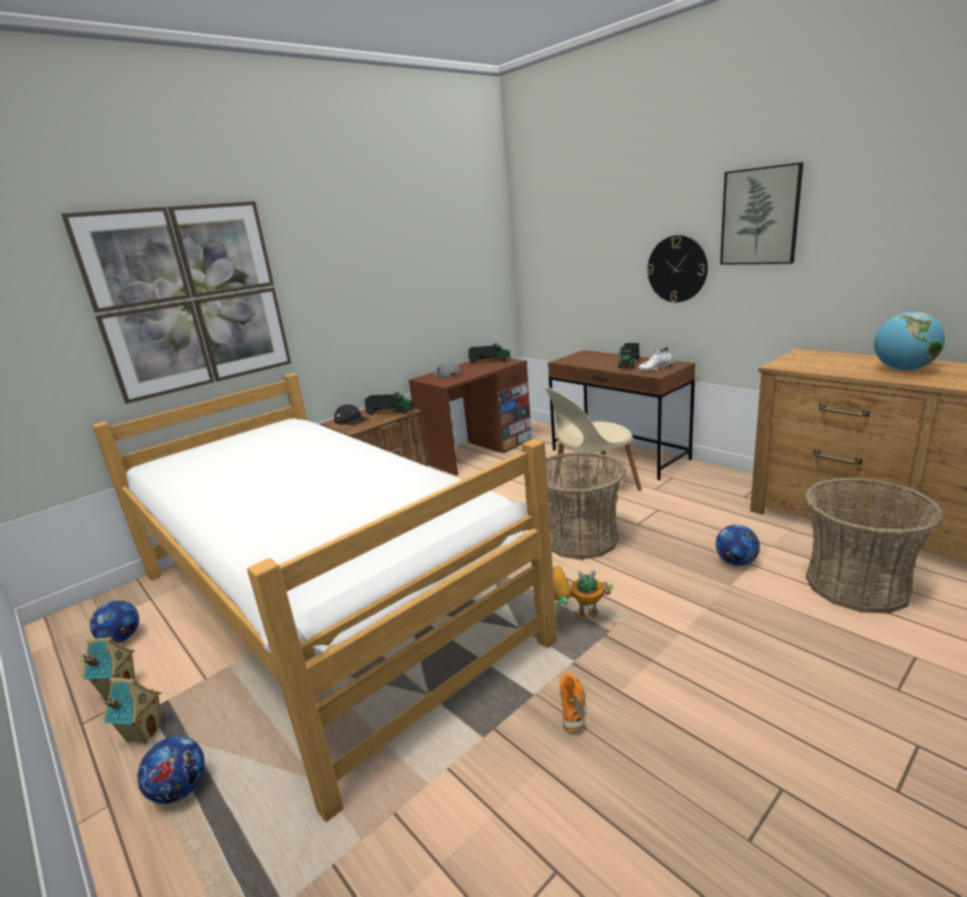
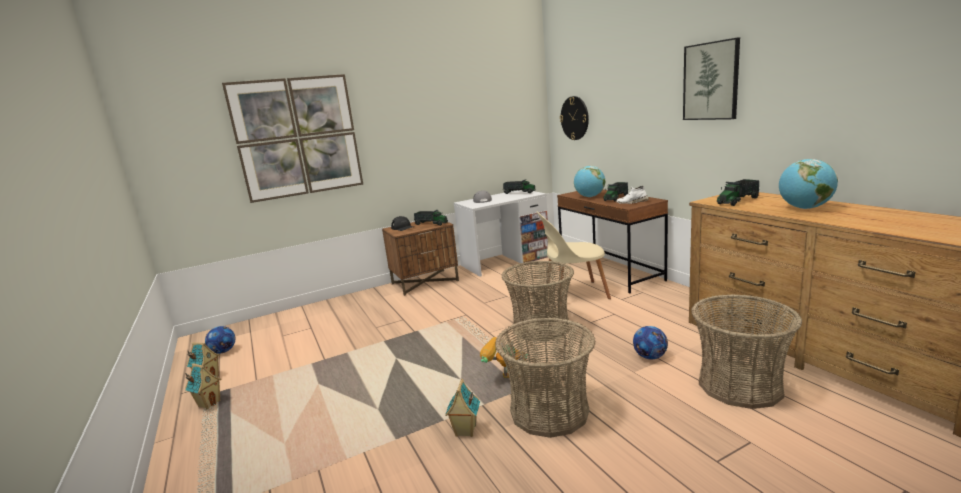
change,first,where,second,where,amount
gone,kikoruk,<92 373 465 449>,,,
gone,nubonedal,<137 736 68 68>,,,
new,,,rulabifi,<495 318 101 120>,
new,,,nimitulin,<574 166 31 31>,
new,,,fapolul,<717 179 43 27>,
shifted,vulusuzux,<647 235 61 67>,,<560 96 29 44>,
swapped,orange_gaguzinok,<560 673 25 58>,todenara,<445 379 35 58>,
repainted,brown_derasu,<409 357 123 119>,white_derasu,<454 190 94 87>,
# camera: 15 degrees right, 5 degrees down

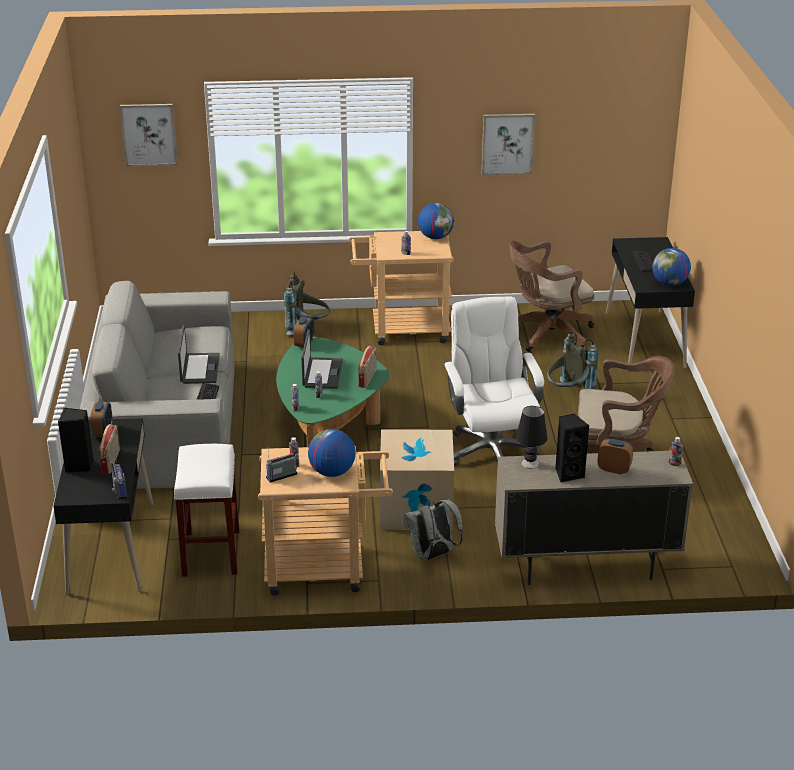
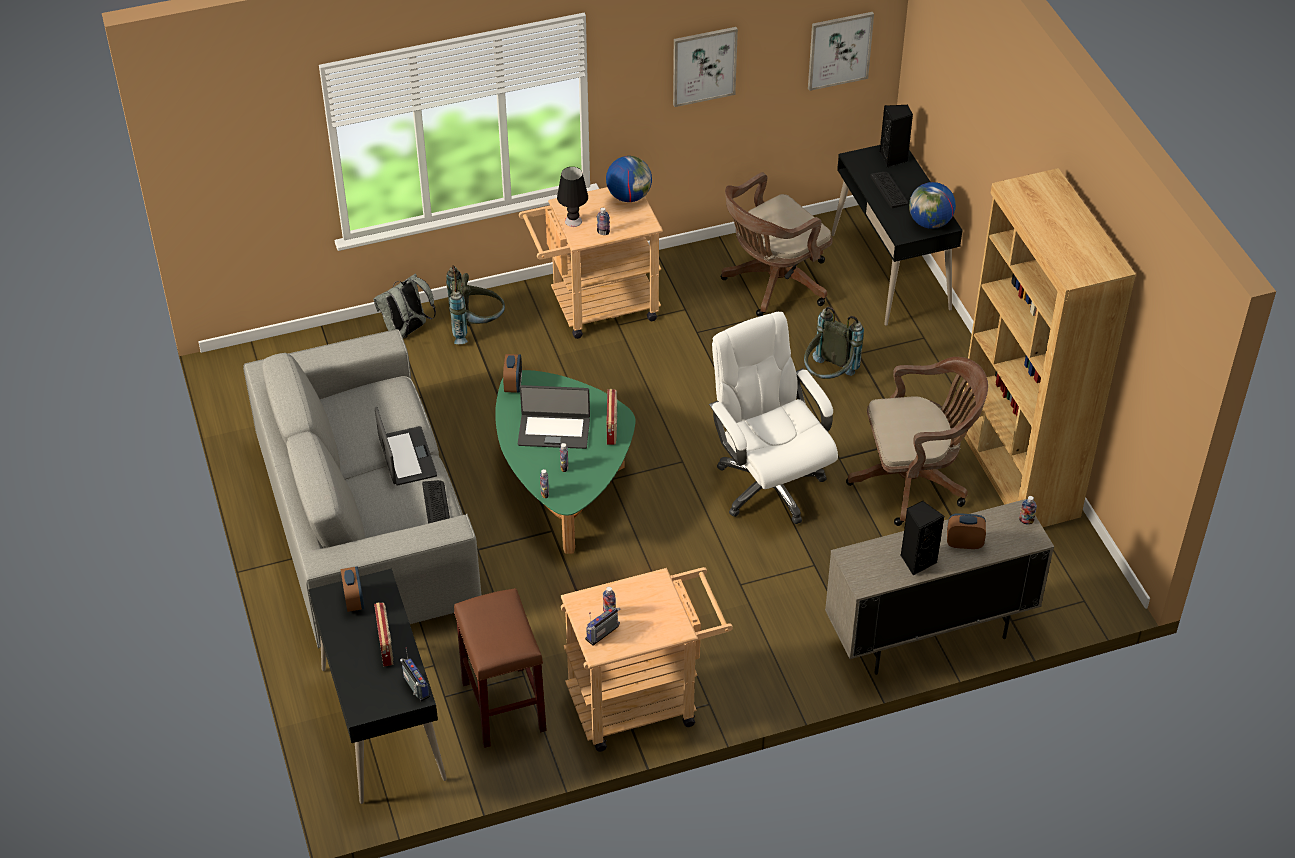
change,first,where,second,where,amount
gone,nimitulin,<308 429 48 48>,,,
gone,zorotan,<380 429 74 101>,,,
new,,,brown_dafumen,<959 168 177 359>,
shifted,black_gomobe,<58 407 36 66>,,<880 105 33 62>,
shifted,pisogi,<120 104 58 63>,,<808 12 66 79>,
shifted,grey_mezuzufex,<404 499 59 62>,,<374 274 62 64>,
shifted,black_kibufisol,<516 406 32 63>,,<557 167 31 60>,
repainted,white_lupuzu,<174 444 66 133>,brown_lupuzu,<454 588 93 160>,
rotated,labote,<301 329 42 60>,,<518 385 72 64>,105 degrees clockwise
# camera: 15 degrees left, 15 degrees up

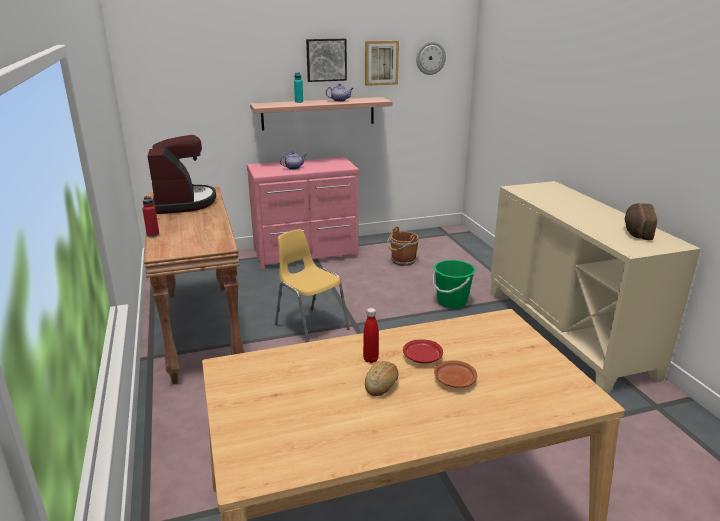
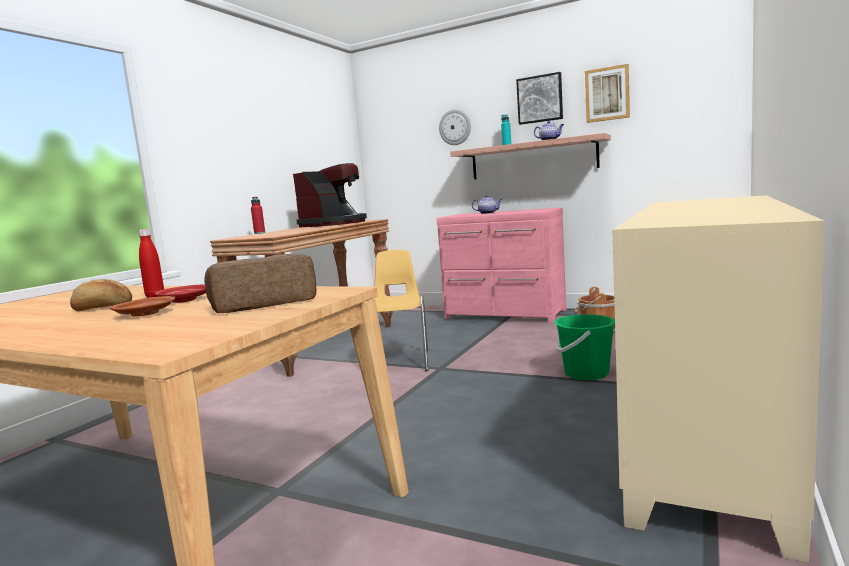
change,first,where,second,where,amount
shifted,vulusuzux,<416 41 30 34>,,<439 109 32 36>,
shifted,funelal,<625 203 33 37>,,<204 254 112 59>,
# camera: 45 degrees right, 15 degrees down

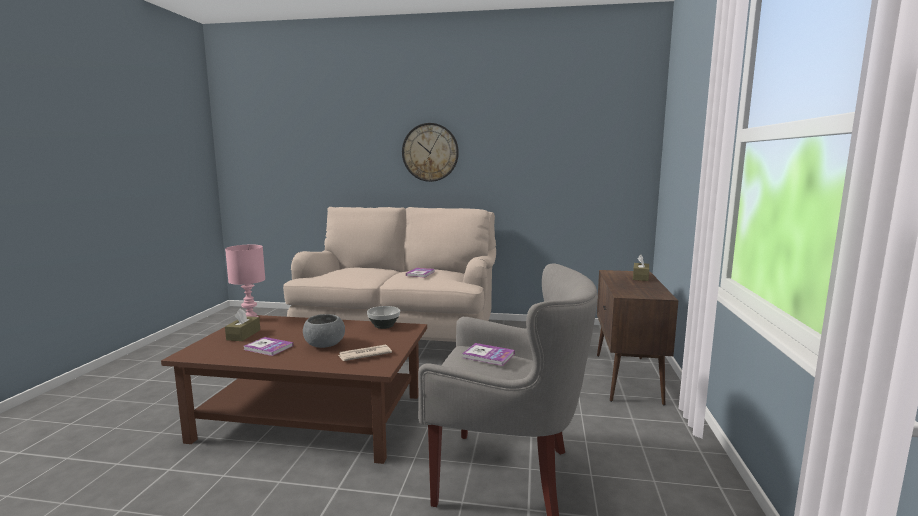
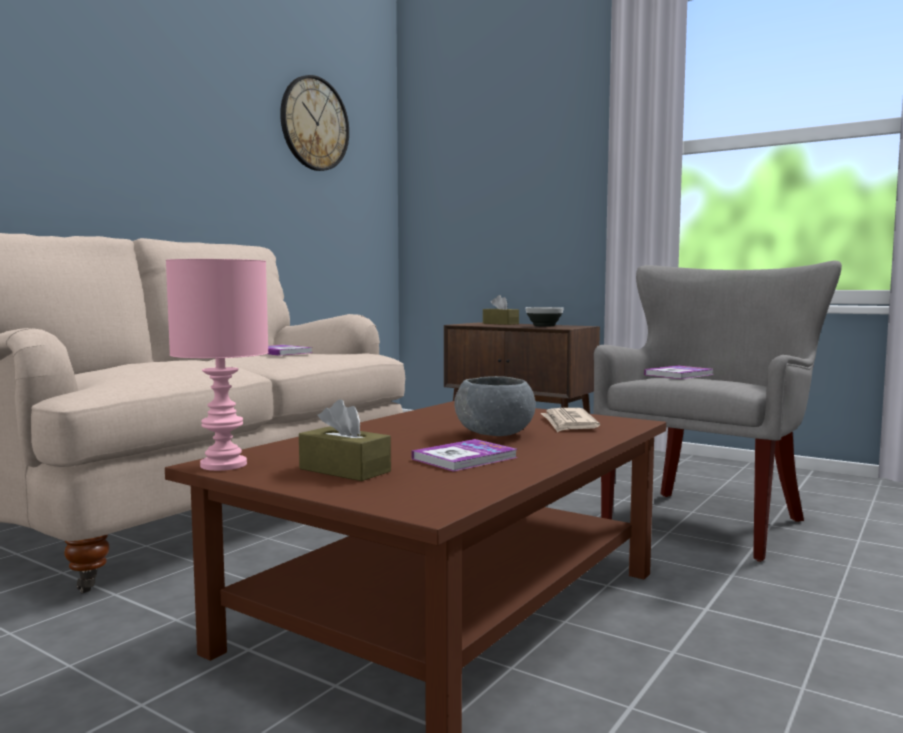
change,first,where,second,where,amount
shifted,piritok,<367 306 33 23>,,<526 307 37 19>,
shifted,vulusuzux,<402 123 57 59>,,<280 75 69 96>,
# camera: 65 degrees left, 5 degrees down

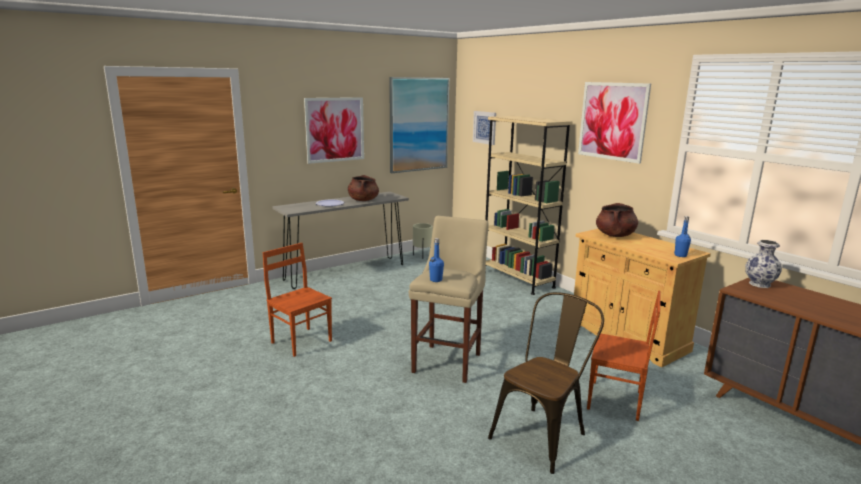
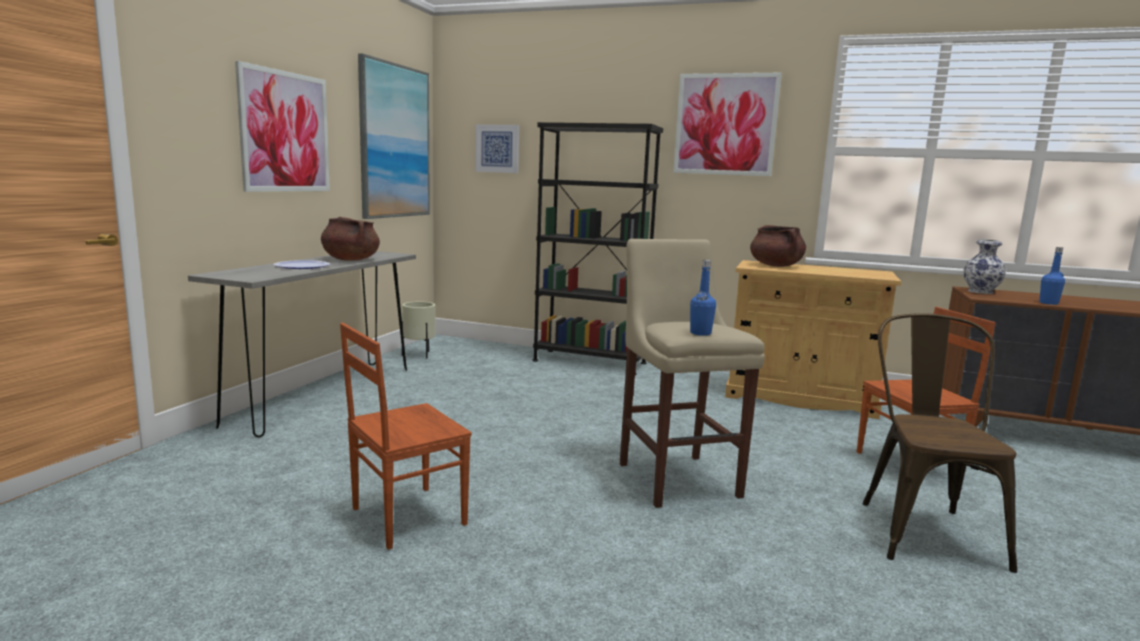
change,first,where,second,where,amount
shifted,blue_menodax,<674 216 17 41>,,<1039 247 26 58>,
repainted,beige_dafumen,<485 116 88 179>,black_dafumen,<532 122 131 253>,
rotated,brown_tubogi,<263 243 69 114>,,<340 323 132 227>,45 degrees counterclockwise
# camera: 35 degrees left, 5 degrees down

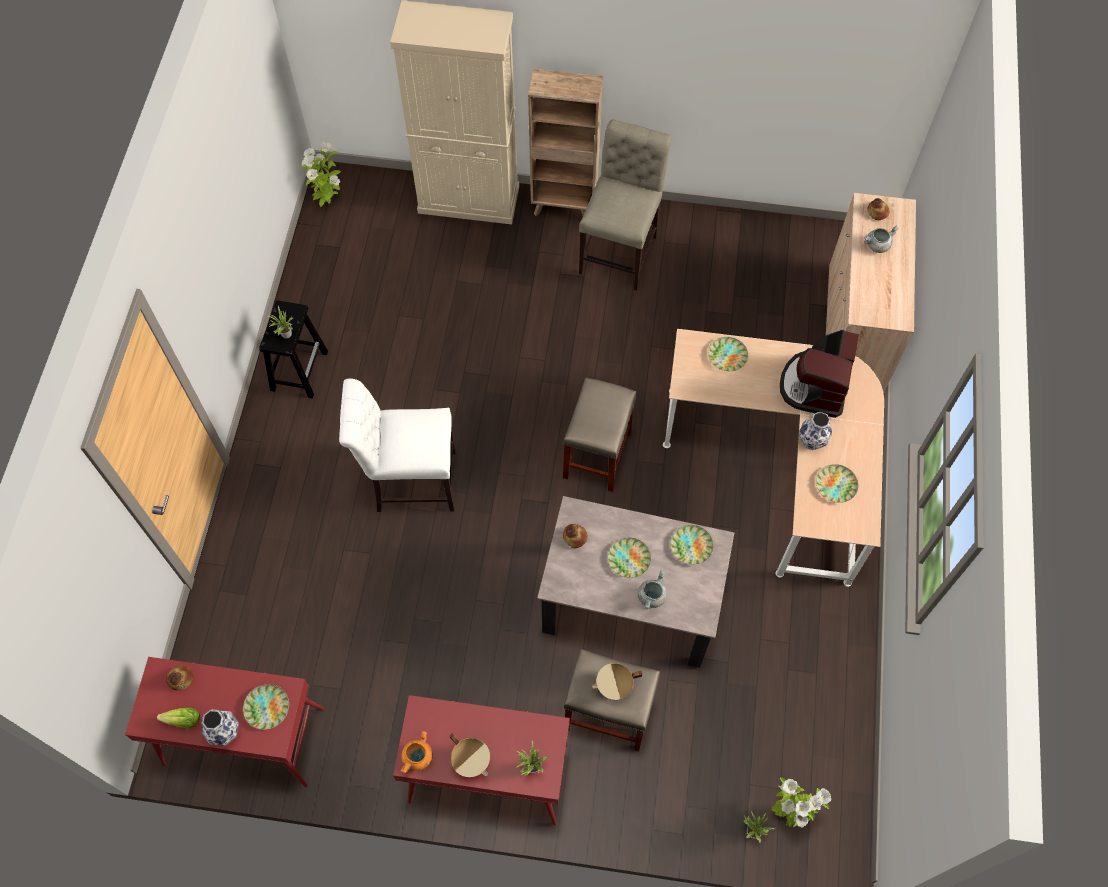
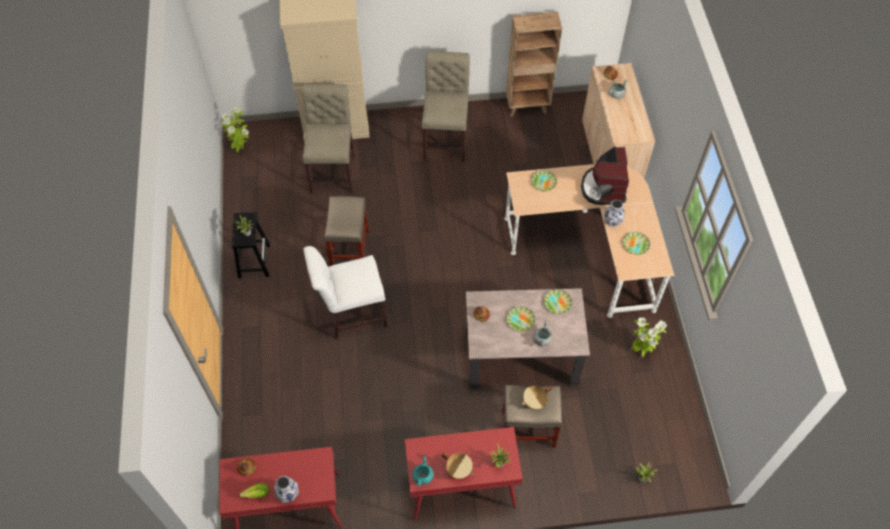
change,first,where,second,where,amount
gone,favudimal,<243 684 46 46>,,,
new,,,beige_tubogi,<302 84 53 109>,
shifted,brown_dafumen,<528 68 75 148>,,<506 12 56 105>,
shifted,beige_lupuzu,<563 378 74 114>,,<324 196 45 70>,
shifted,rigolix,<771 777 60 51>,,<631 318 36 39>,
repainted,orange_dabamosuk,<401 731 32 42>,turquoise_dabamosuk,<413 457 21 30>,
# camera: 15 degrees left, 5 degrees down

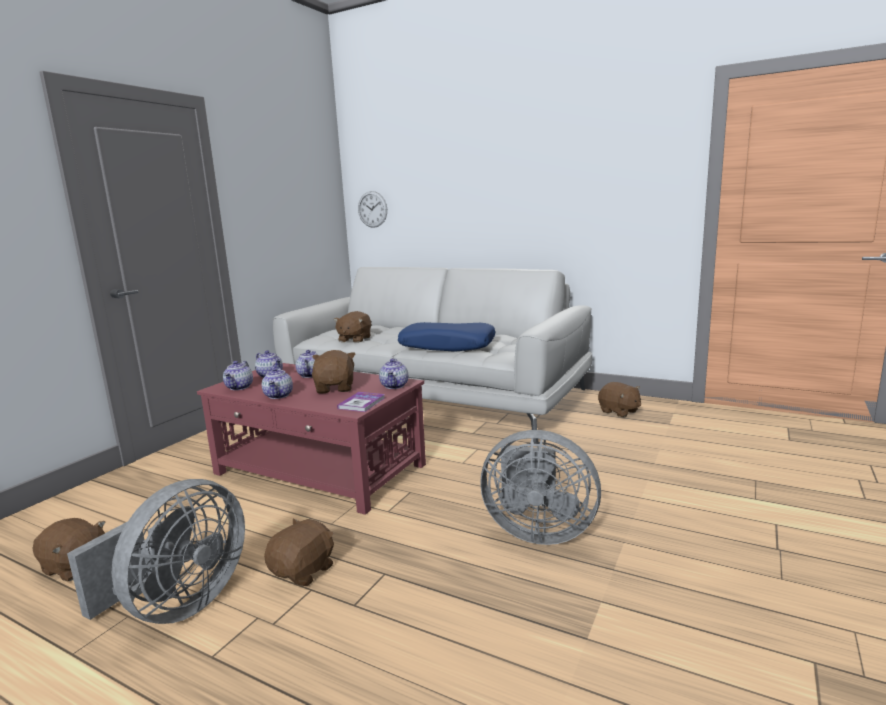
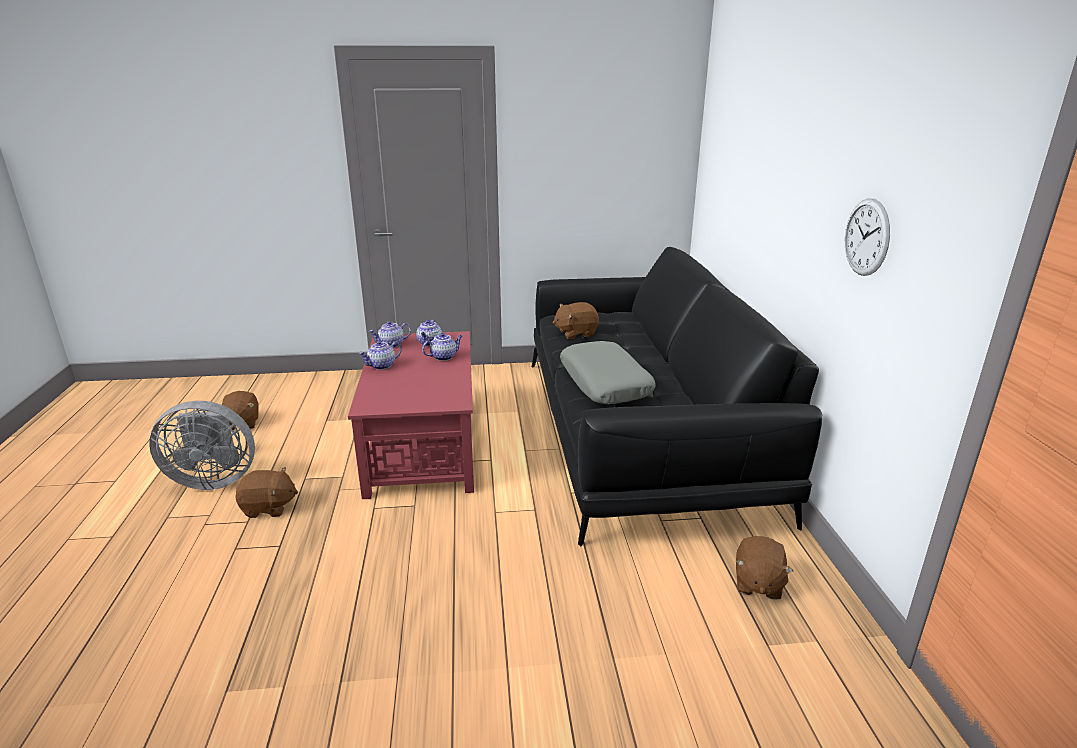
change,first,where,second,where,amount
gone,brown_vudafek,<312 350 43 43>,,,
gone,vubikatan,<337 392 48 20>,,,
gone,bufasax,<379 358 29 31>,,,
gone,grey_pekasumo,<480 430 121 115>,,,
shifted,vulusuzux,<358 191 29 37>,,<845 198 45 78>,
repainted,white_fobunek,<273 267 319 175>,black_fobunek,<532 247 290 299>,
repainted,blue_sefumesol,<398 322 97 30>,grey_sefumesol,<560 341 96 63>,
# camera: 55 degrees right, 10 degrees up

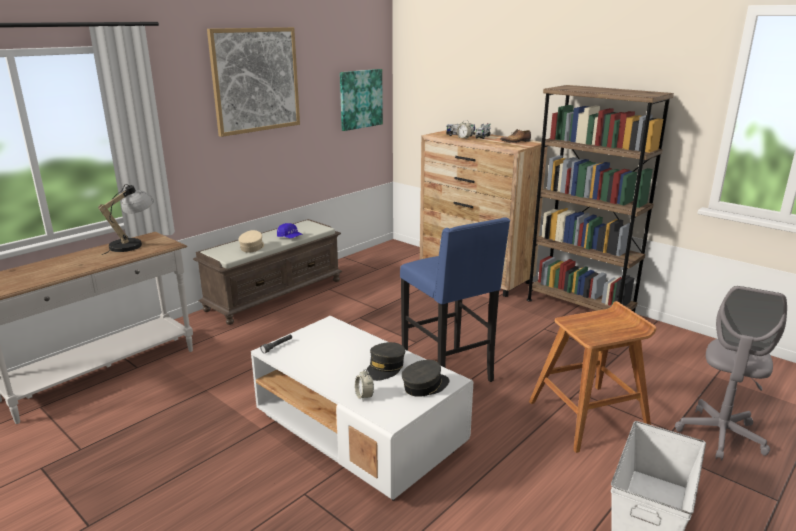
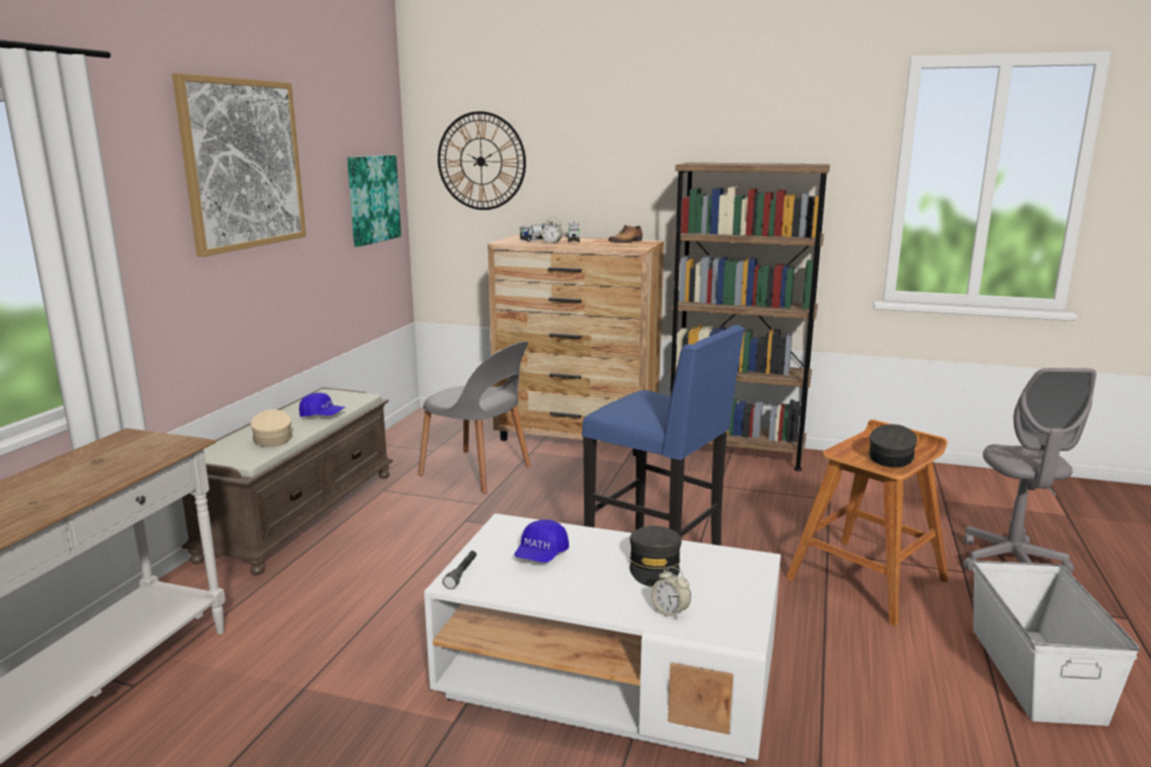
change,first,where,second,where,amount
gone,kibufisol,<98 184 56 71>,,,
new,,,grey_tubogi,<418 341 113 153>,
new,,,vulusuzux,<438 111 88 99>,
new,,,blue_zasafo,<514 519 55 43>,
shifted,grey_zasafo,<402 360 48 37>,,<868 424 49 43>,
# camera: 25 degrees left, 5 degrees down

